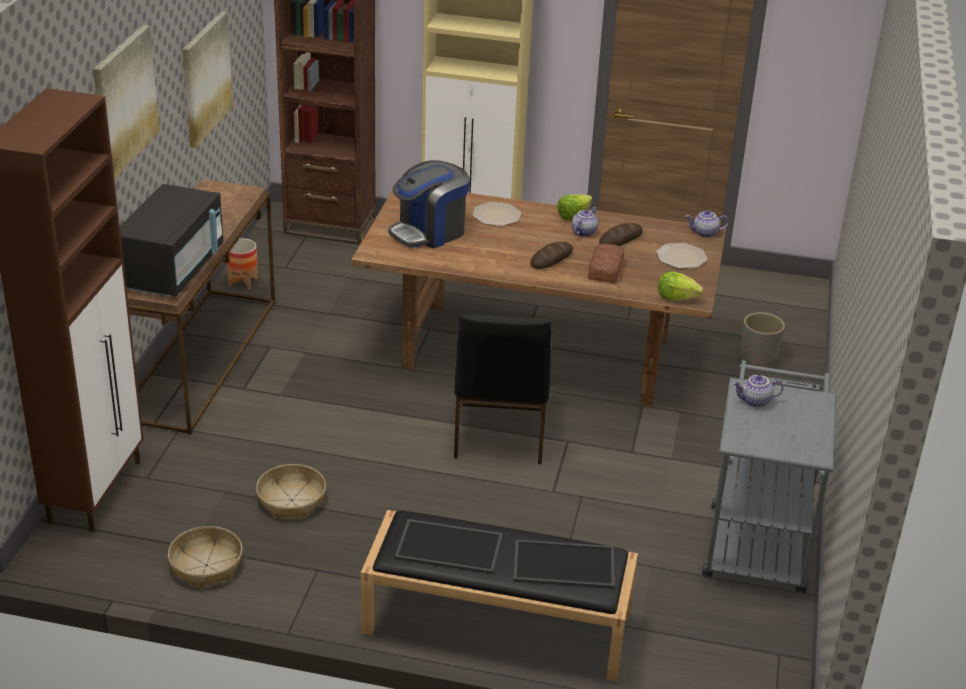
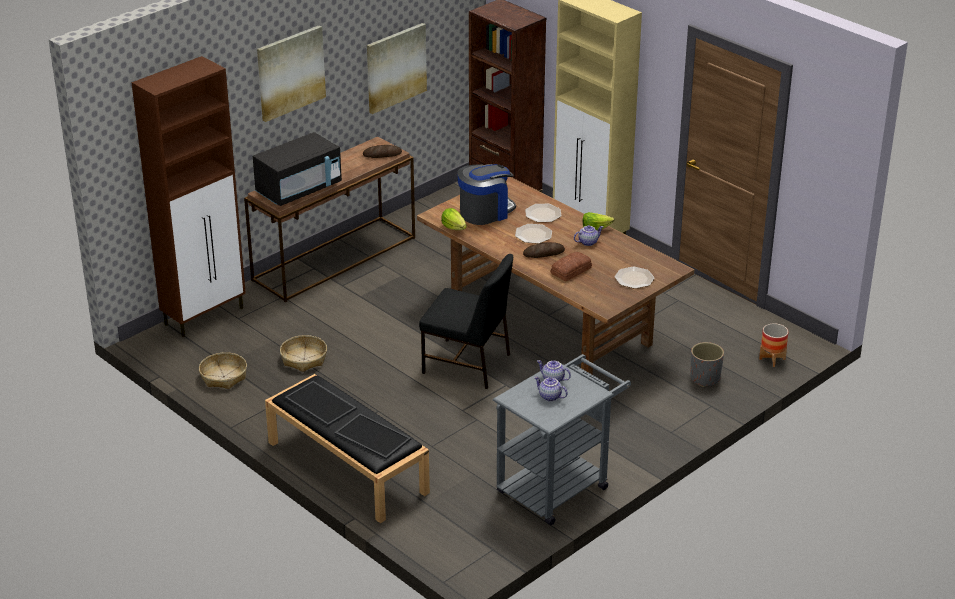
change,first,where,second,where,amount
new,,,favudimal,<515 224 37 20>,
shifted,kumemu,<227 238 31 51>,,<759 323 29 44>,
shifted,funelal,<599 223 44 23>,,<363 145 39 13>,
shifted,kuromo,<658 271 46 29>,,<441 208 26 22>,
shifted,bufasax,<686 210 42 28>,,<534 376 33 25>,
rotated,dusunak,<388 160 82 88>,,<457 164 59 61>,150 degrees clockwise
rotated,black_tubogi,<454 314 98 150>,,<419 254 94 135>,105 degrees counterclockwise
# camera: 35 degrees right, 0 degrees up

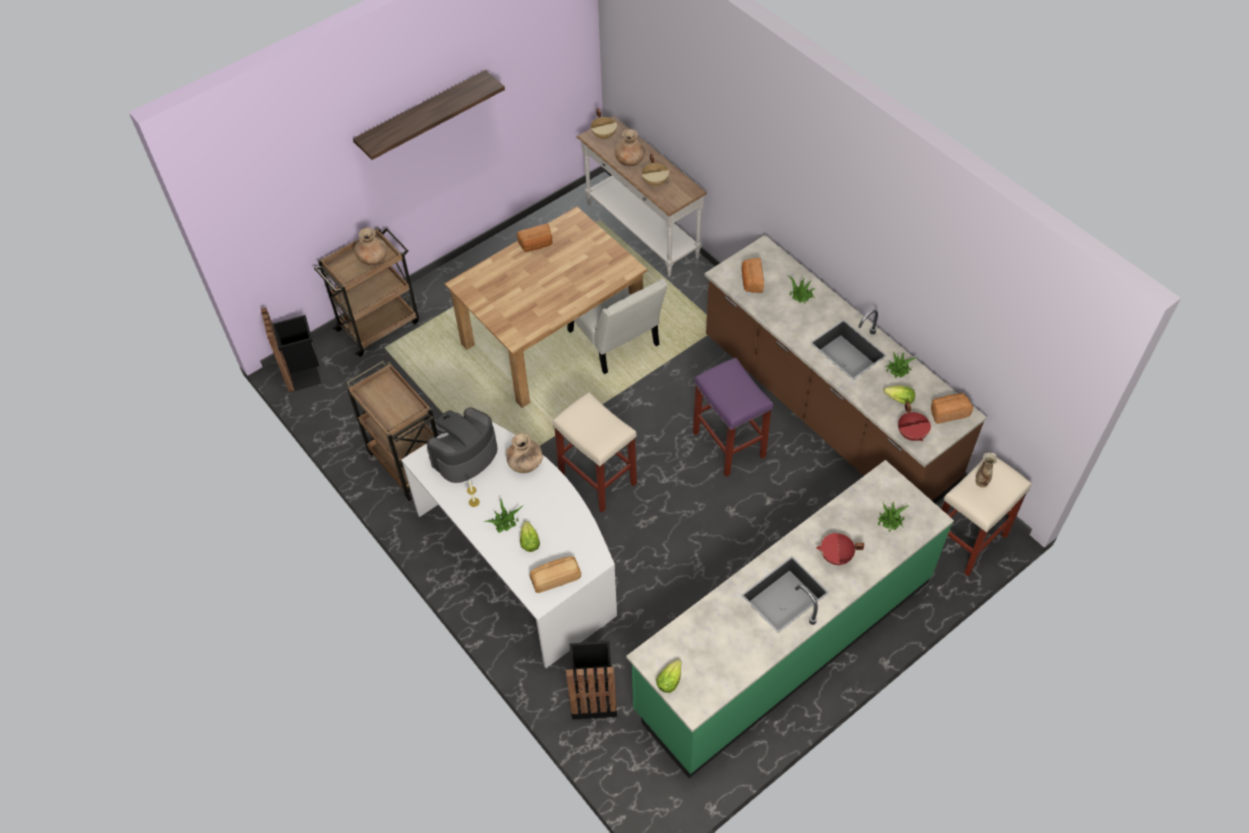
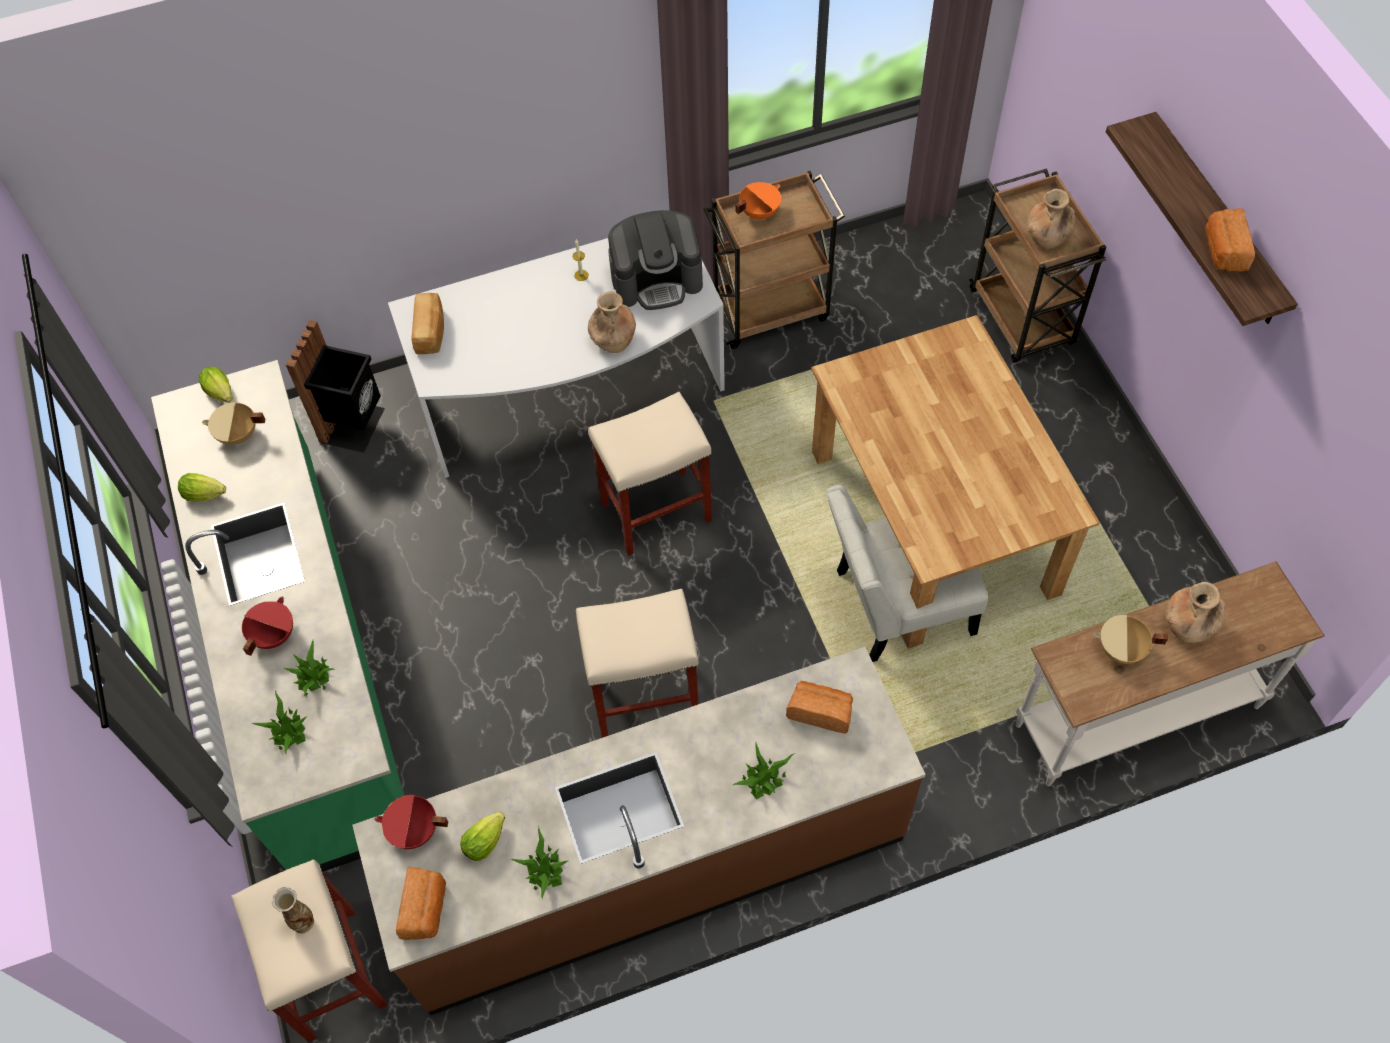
change,first,where,second,where,amount
gone,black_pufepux,<261 308 60 84>,,,
new,,,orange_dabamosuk,<735 182 46 37>,
shifted,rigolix,<484 499 40 34>,,<283 640 51 57>,
shifted,funelal,<517 224 36 28>,,<1205 208 50 64>,
shifted,kuromo,<520 521 20 31>,,<178 473 48 29>,
shifted,beige_dabamosuk,<591 108 26 32>,,<202 402 64 43>,
repainted,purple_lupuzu,<693 357 80 120>,beige_lupuzu,<576 589 123 149>,
rotated,dusunak,<427 407 70 76>,,<608 210 95 100>,105 degrees clockwise
# camera: 110 degrees right, 5 degrees up

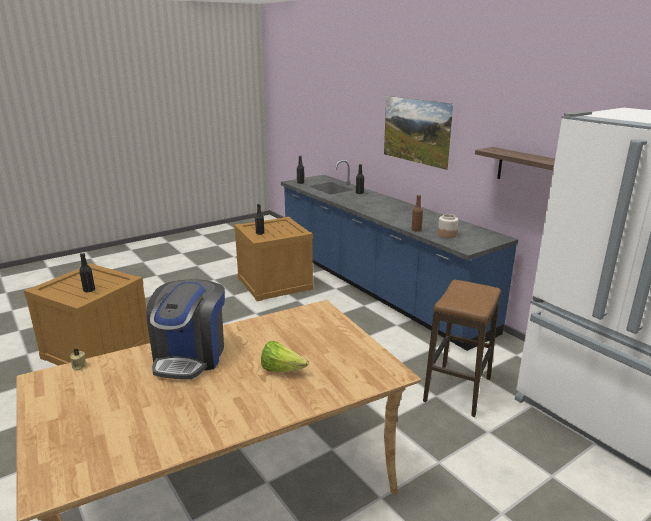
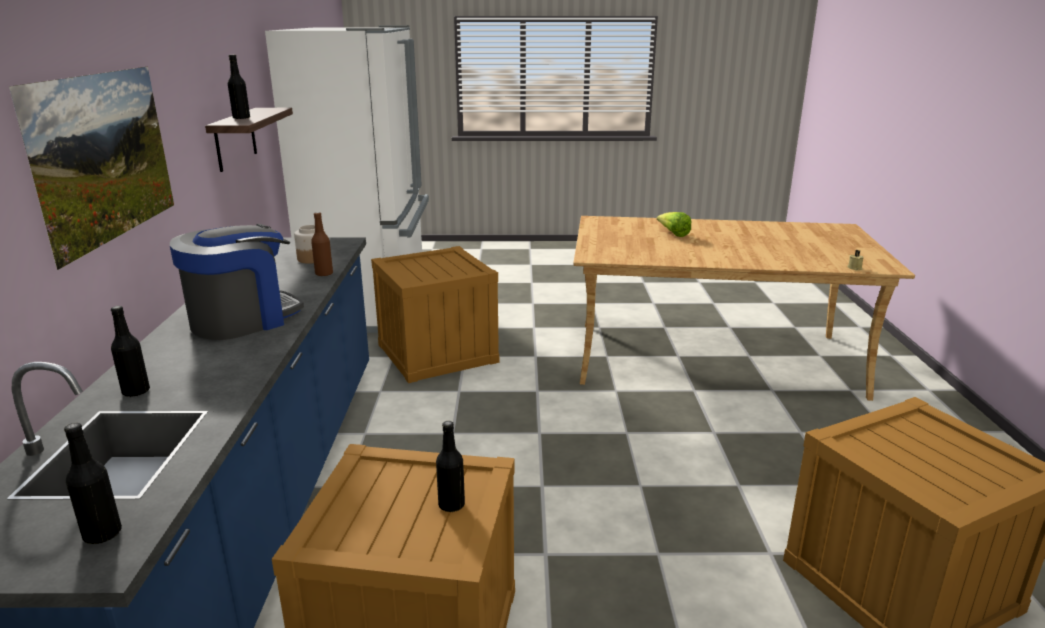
change,first,where,second,where,amount
shifted,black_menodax,<79 253 16 40>,,<228 55 22 64>,
shifted,dusunak,<146 279 79 100>,,<170 224 134 116>,
swapped,lupuzu,<423 279 78 138>,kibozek,<371 246 128 137>,
# camera: 145 degrees left, 0 degrees up

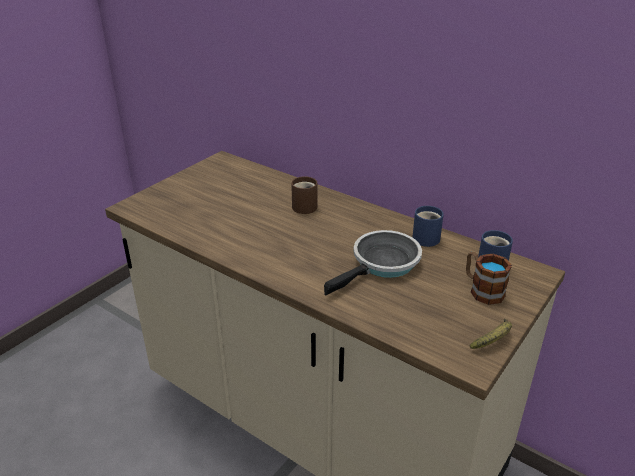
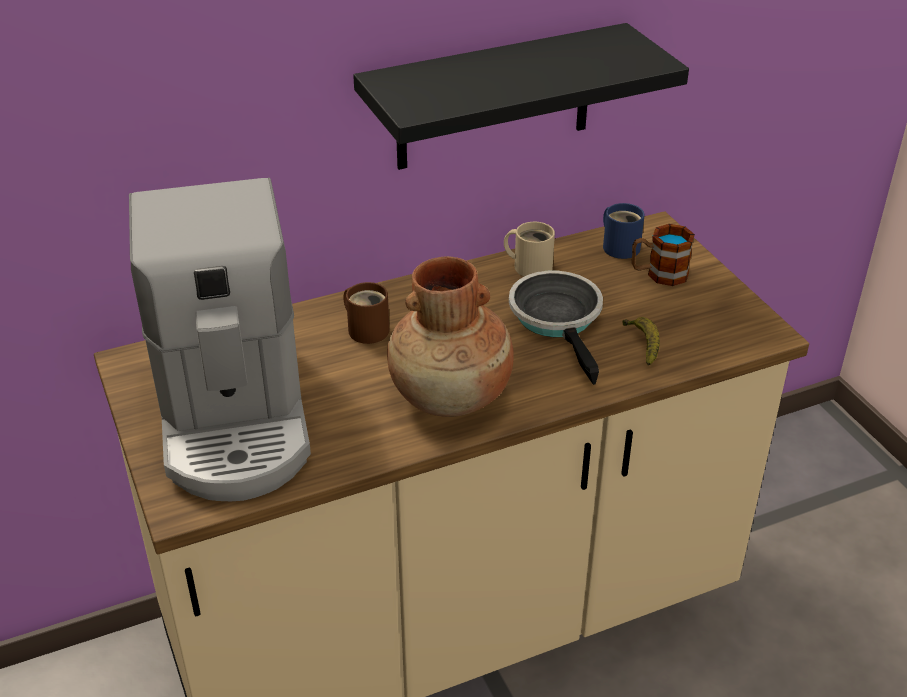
change,first,where,second,where,amount
new,,,dusunak,<129 178 182 323>,
new,,,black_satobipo,<353 23 336 147>,
new,,,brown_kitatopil,<387 256 127 161>,
shifted,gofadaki,<470 319 42 30>,,<622 317 38 49>,
repainted,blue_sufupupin,<412 206 32 41>,beige_sufupupin,<504 222 51 55>,
# camera: 60 degrees left, 5 degrees up

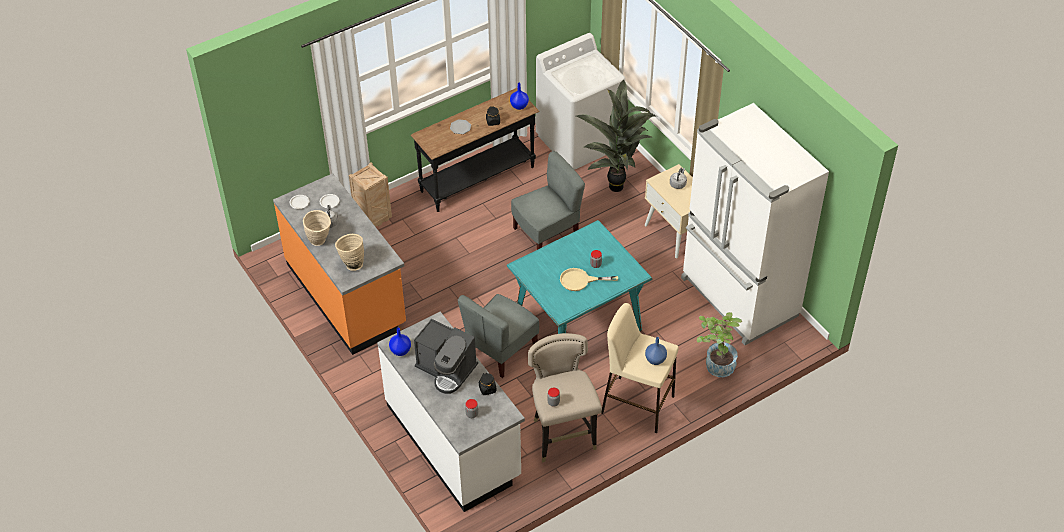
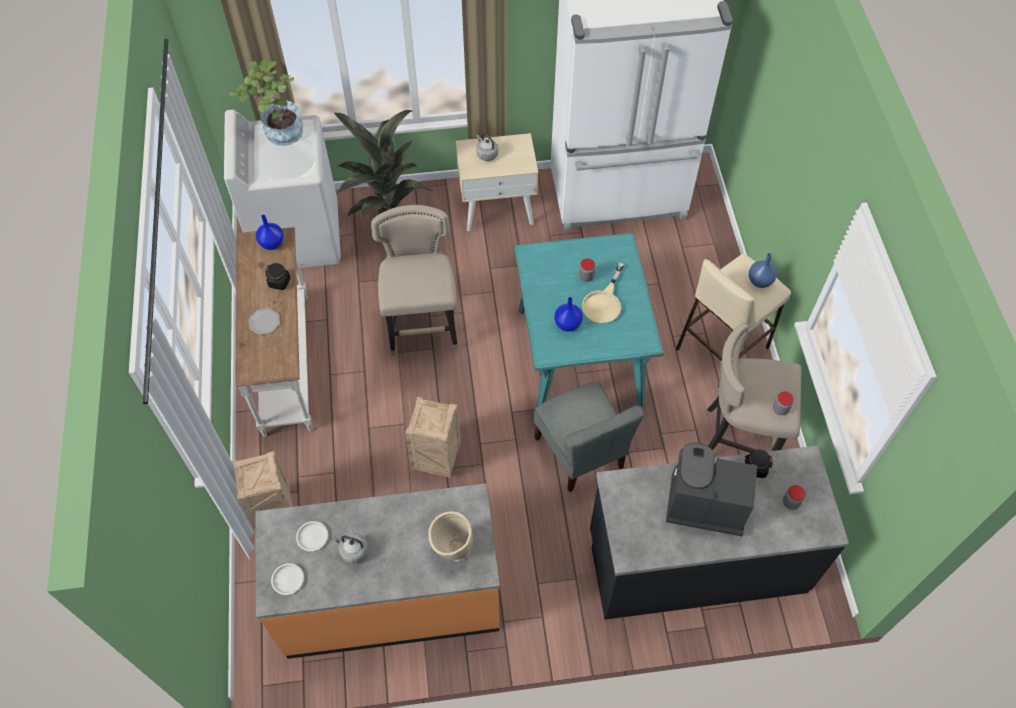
change,first,where,second,where,amount
gone,beige_kitatopil,<303 210 28 36>,,,
new,,,kibozek,<405 397 56 81>,
shifted,blue_kitatopil,<389 328 22 28>,,<554 297 29 35>,
shifted,rigolix,<697 312 45 65>,,<230 59 73 87>,
swapped,grey_tubogi,<511 151 74 99>,beige_lupuzu,<371 205 87 151>,
repainted,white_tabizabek,<377 312 148 200>,black_tabizabek,<590 446 259 174>,
repainted,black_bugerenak,<411 88 129 124>,white_bugerenak,<235 227 78 210>,
rotated,dusunak,<414 319 64 75>,,<666 443 91 94>,135 degrees counterclockwise
# camera: 65 degrees left, 10 degrees up

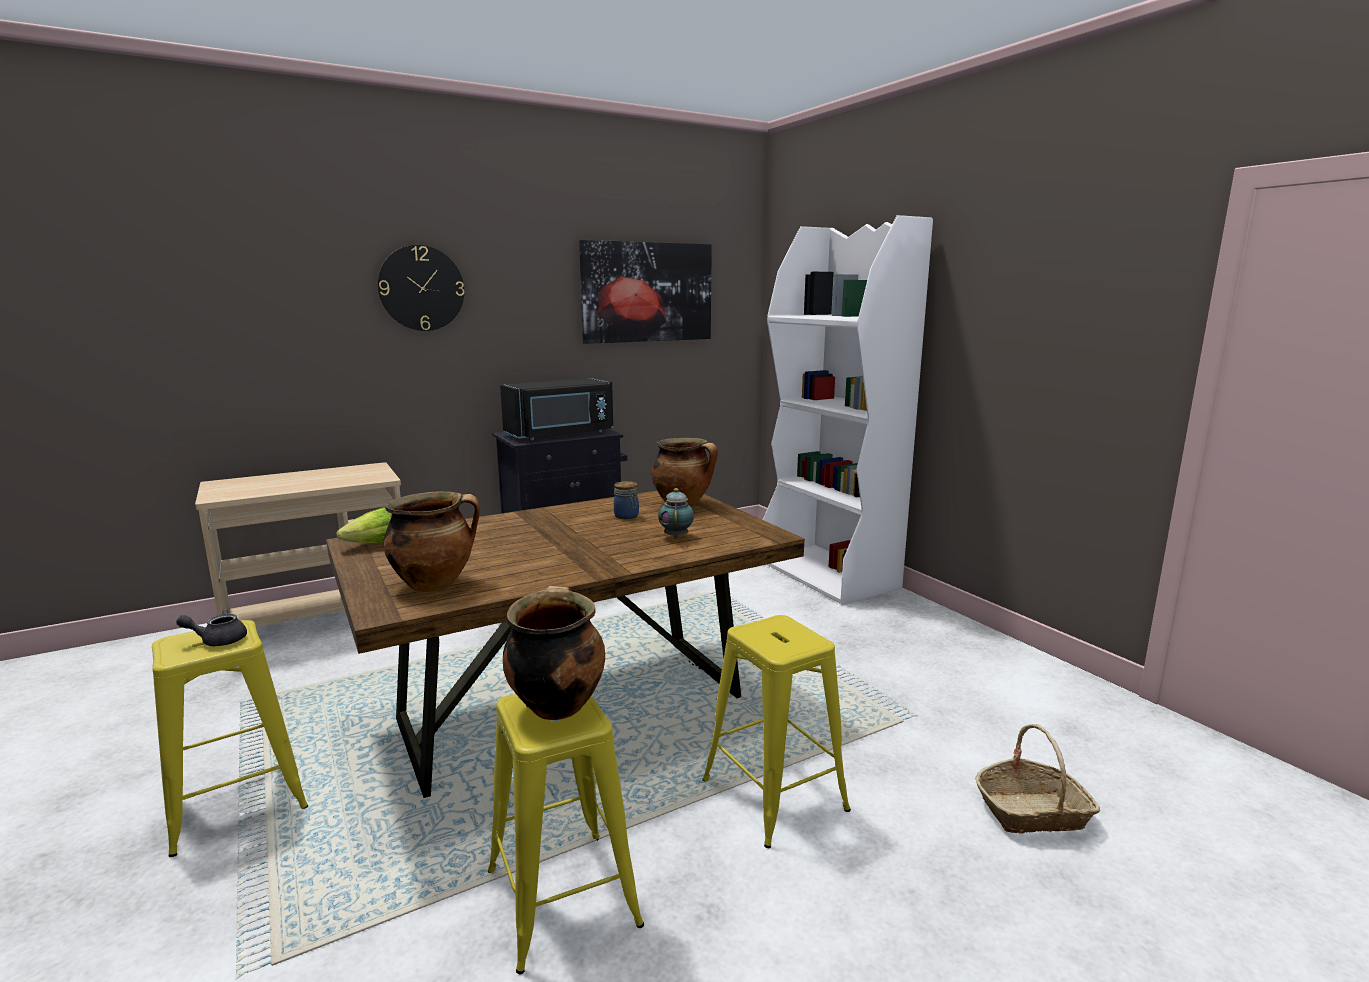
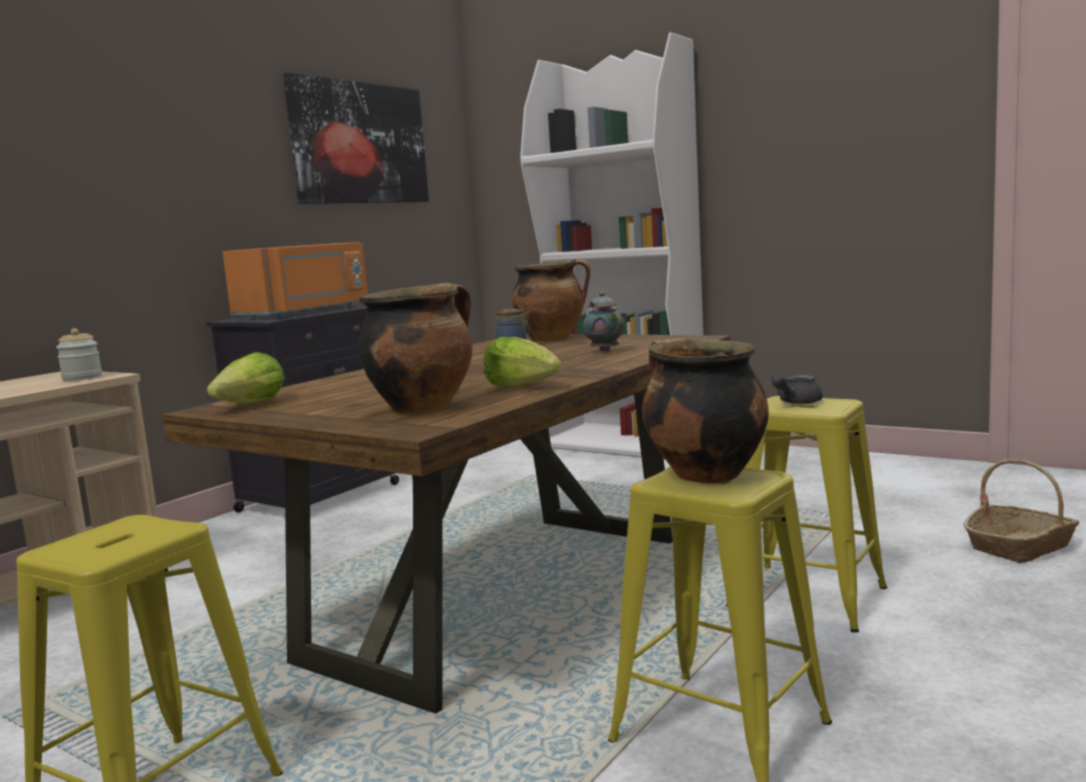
change,first,where,second,where,amount
gone,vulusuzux,<377 245 87 86>,,,
new,,,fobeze,<56 328 46 53>,
new,,,kuromo,<484 337 78 50>,
shifted,grey_bufasax,<176 608 71 38>,,<772 375 51 29>,
repainted,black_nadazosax,<500 378 113 62>,orange_nadazosax,<222 242 146 77>,
# camera: 25 degrees left, 5 degrees down

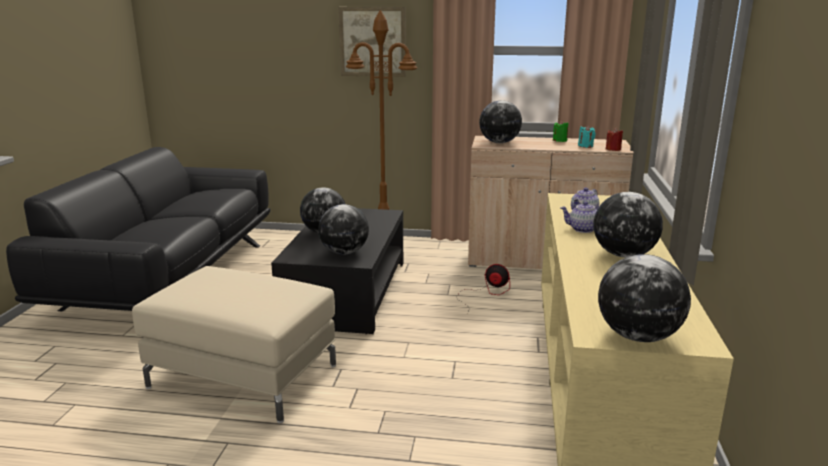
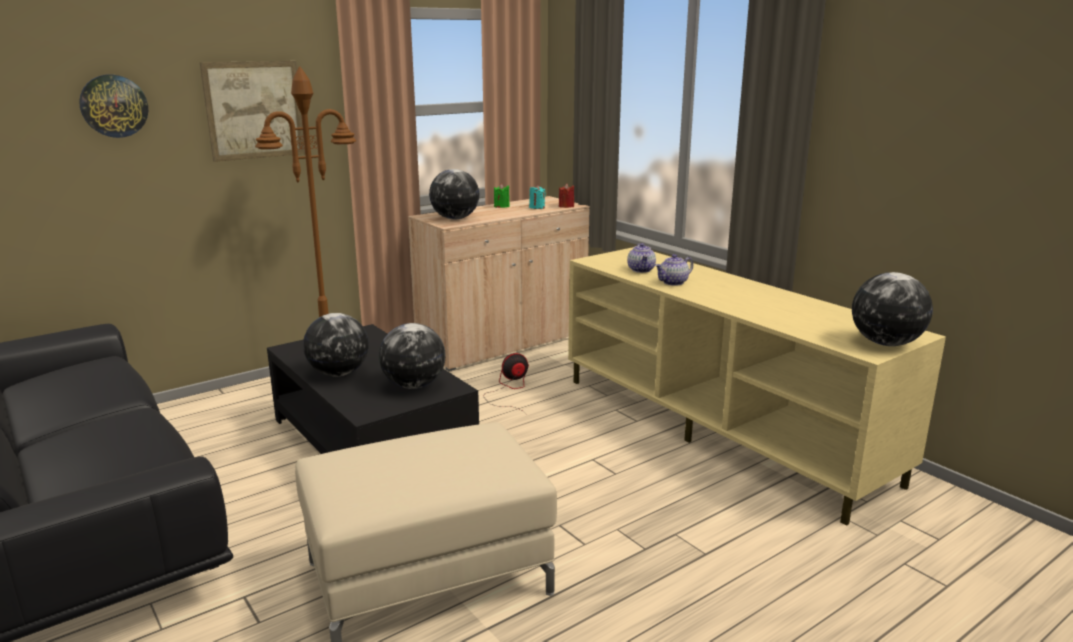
change,first,where,second,where,amount
gone,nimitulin,<593 192 70 66>,,,
new,,,vulusuzux,<79 74 69 64>,
# camera: 45 degrees left, 0 degrees up

